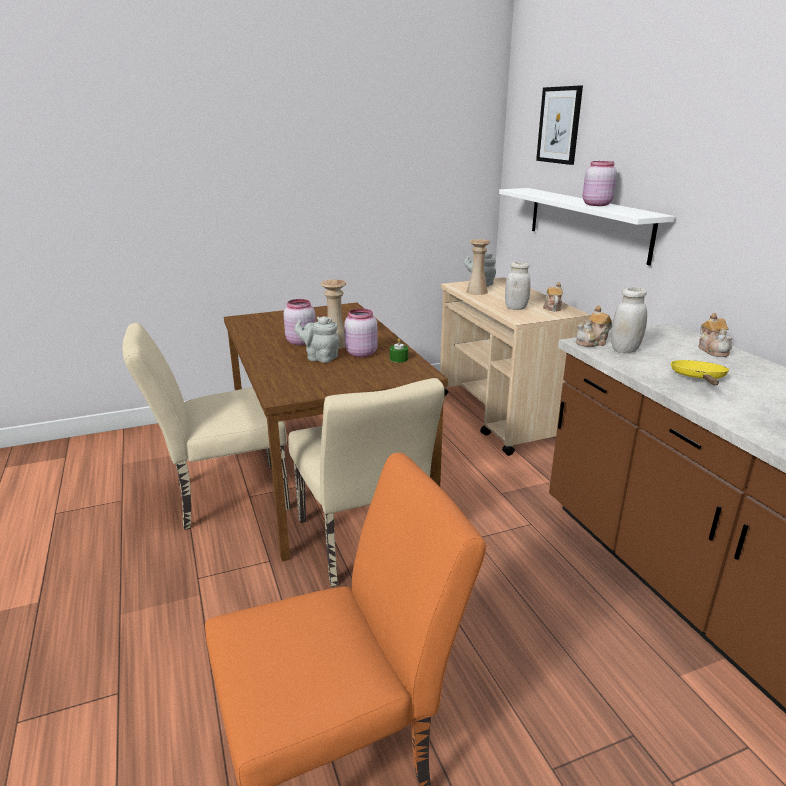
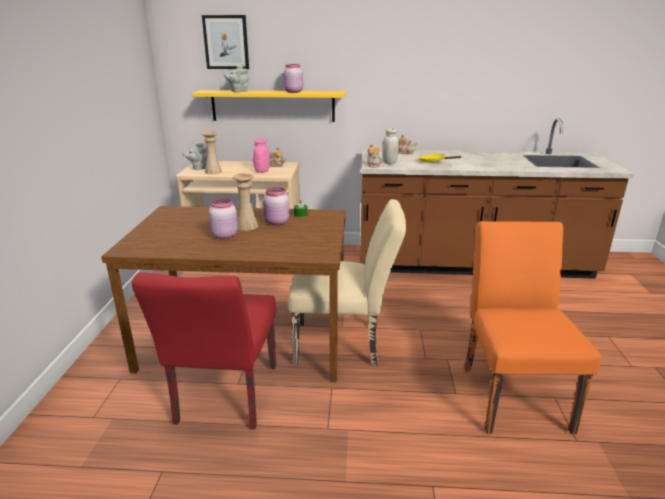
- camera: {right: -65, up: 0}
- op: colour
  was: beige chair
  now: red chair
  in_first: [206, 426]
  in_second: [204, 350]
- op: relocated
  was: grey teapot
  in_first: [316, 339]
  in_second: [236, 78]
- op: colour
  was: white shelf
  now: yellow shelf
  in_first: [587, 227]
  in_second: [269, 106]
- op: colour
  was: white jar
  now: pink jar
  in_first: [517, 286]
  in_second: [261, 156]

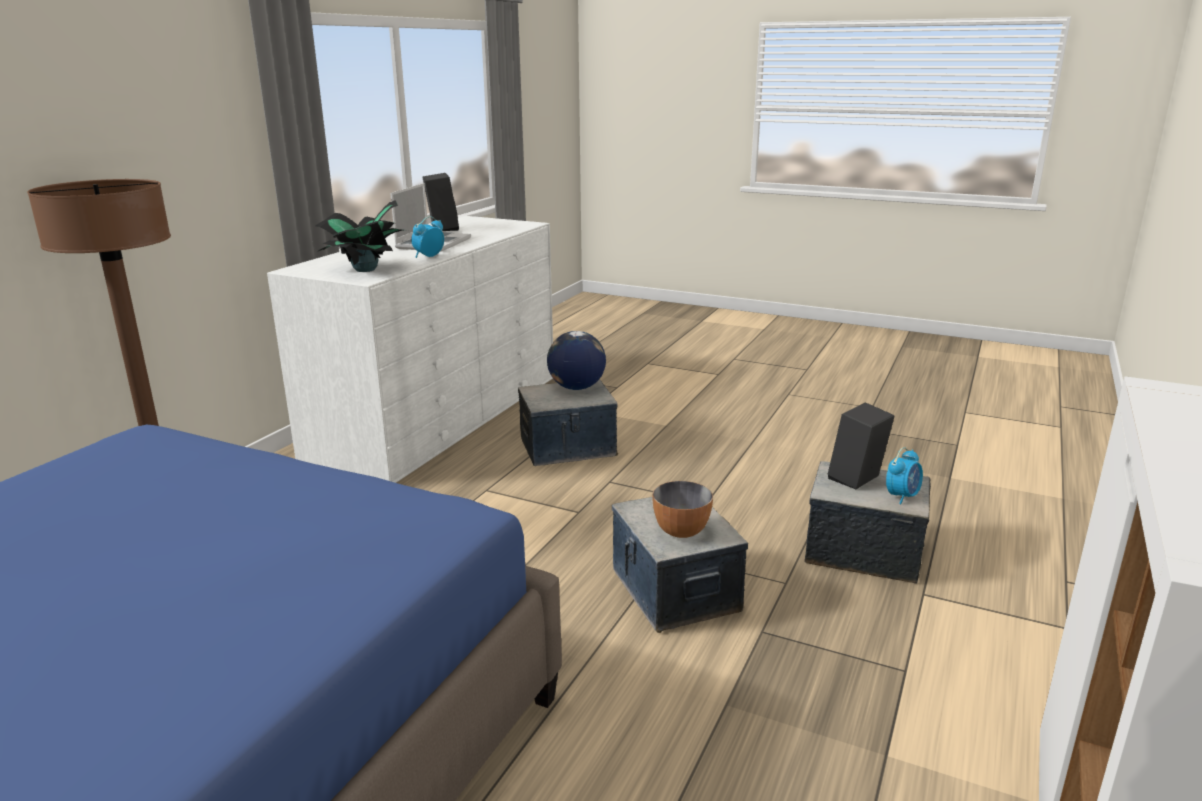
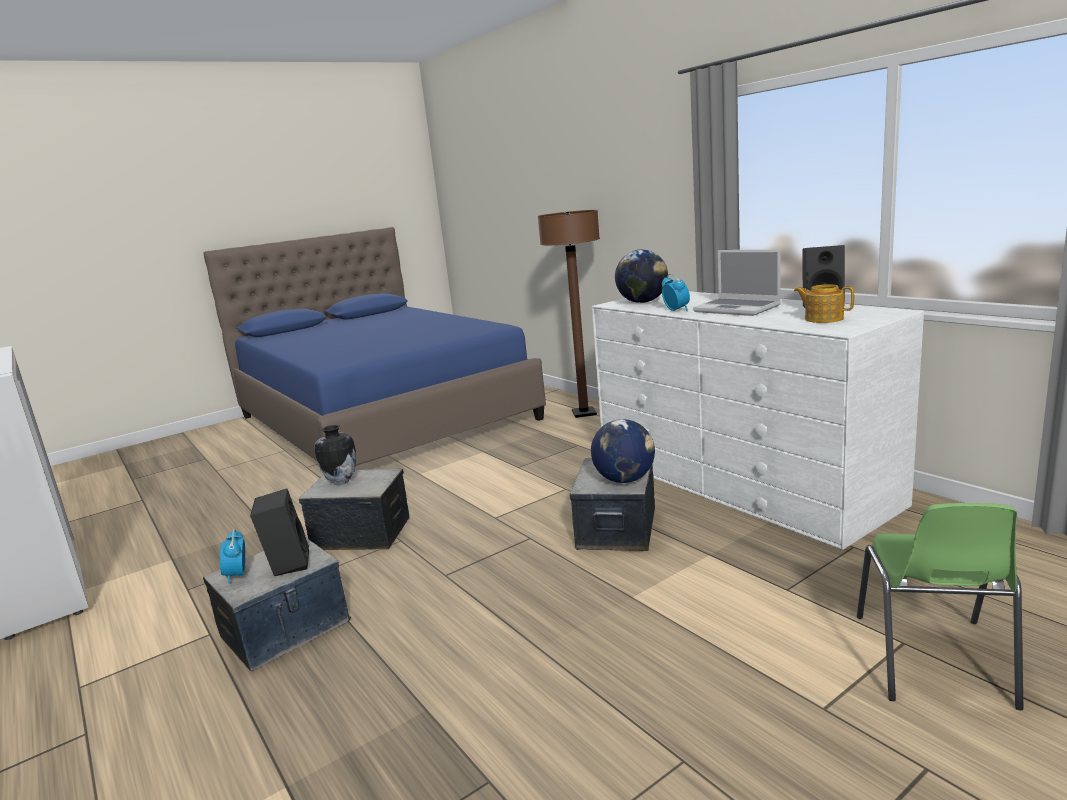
- camera: {right: 120, up: -5}
- op: exchanged
  was: potted plant
  now: globe
  in_first: [362, 236]
  in_second: [641, 276]
- op: exchanged
  was: bowl
  now: vase
  in_first: [682, 509]
  in_second: [335, 455]
- op: appeared
  now: teapot
  in_second: [824, 303]
- op: appeared
  now: green chair
  in_second: [940, 606]

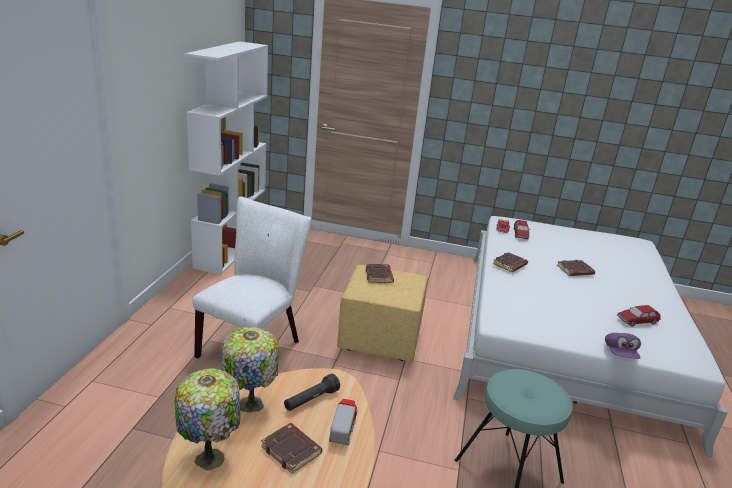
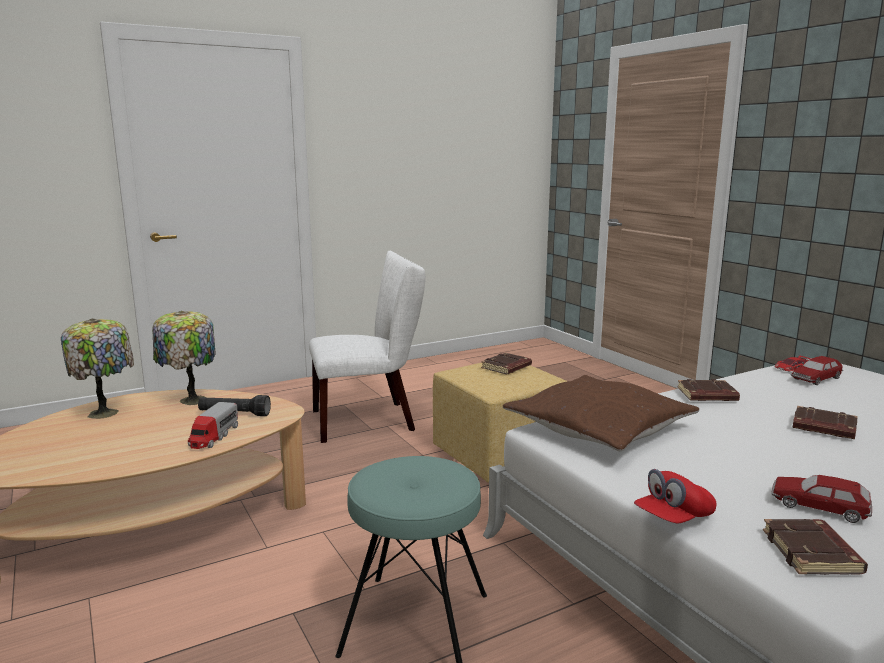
- camera: {right: 50, up: -10}
- op: missing
  was: white bookcase
  in_first: [226, 158]
- op: relocated
  was: brown book
  in_first: [291, 448]
  in_second: [815, 547]
- op: spun
  was: toy truck
  in_first: [343, 422]
  in_second: [213, 425]
  clockwise: 135
- op: colour
  was: purple cap
  now: red cap
  in_first: [623, 346]
  in_second: [675, 496]
- op: appeared
  now: brown pillow
  in_second: [601, 413]

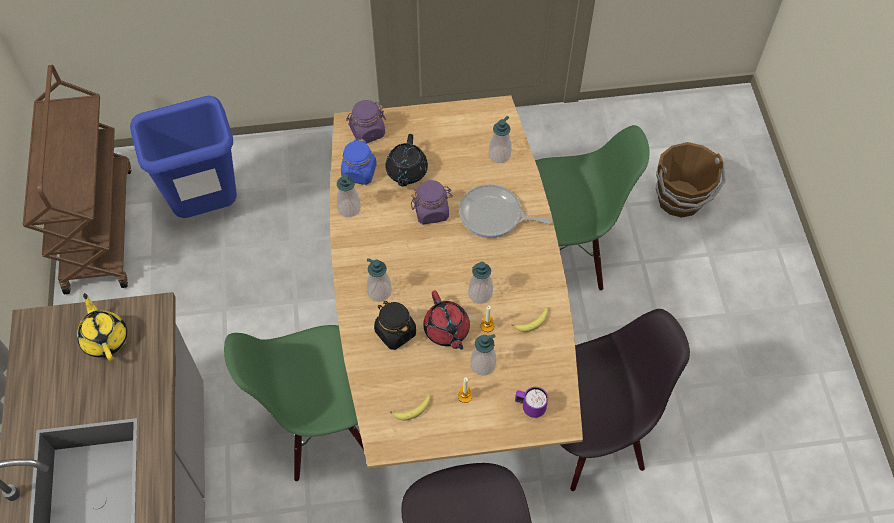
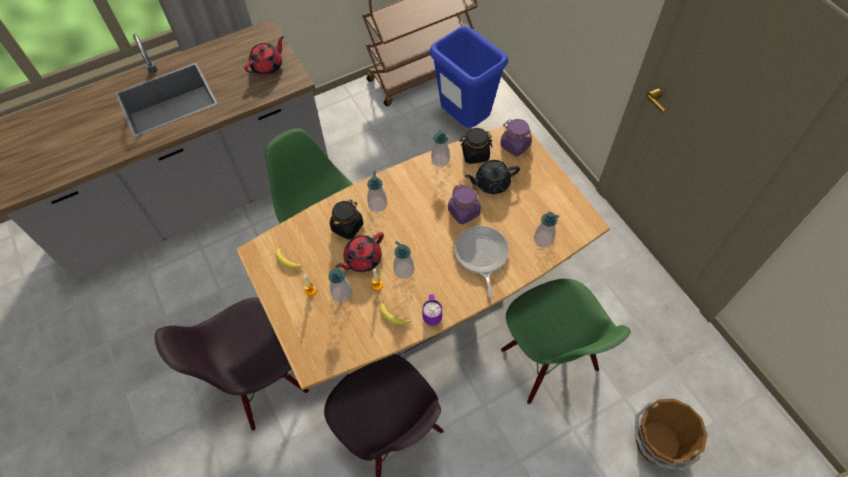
- camera: {right: 70, up: 0}
- op: colour
  was: yellow teapot
  now: red teapot
  in_first: [102, 327]
  in_second: [264, 55]
- op: colour
  was: blue jar
  now: black jar
  in_first: [359, 161]
  in_second: [476, 146]
- op: relocated
  was: purple mug
  in_first: [531, 402]
  in_second: [432, 309]

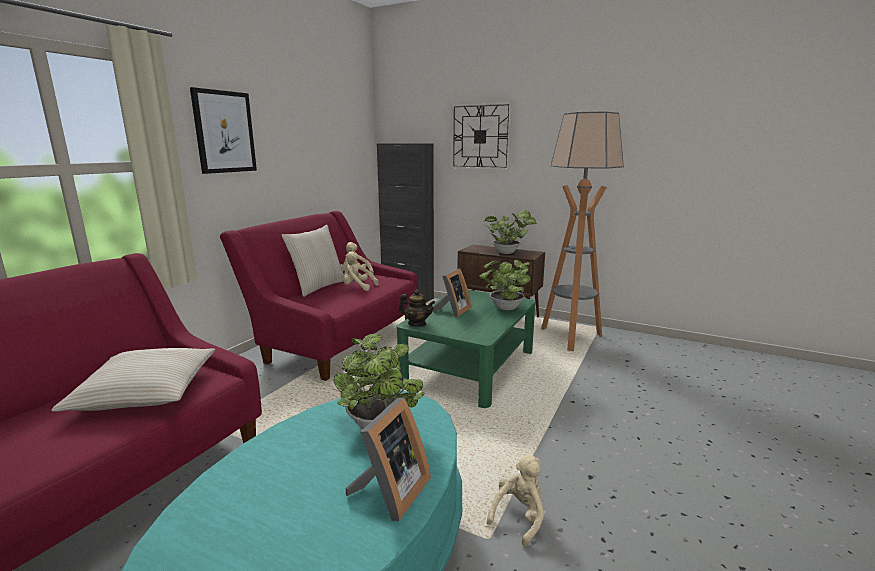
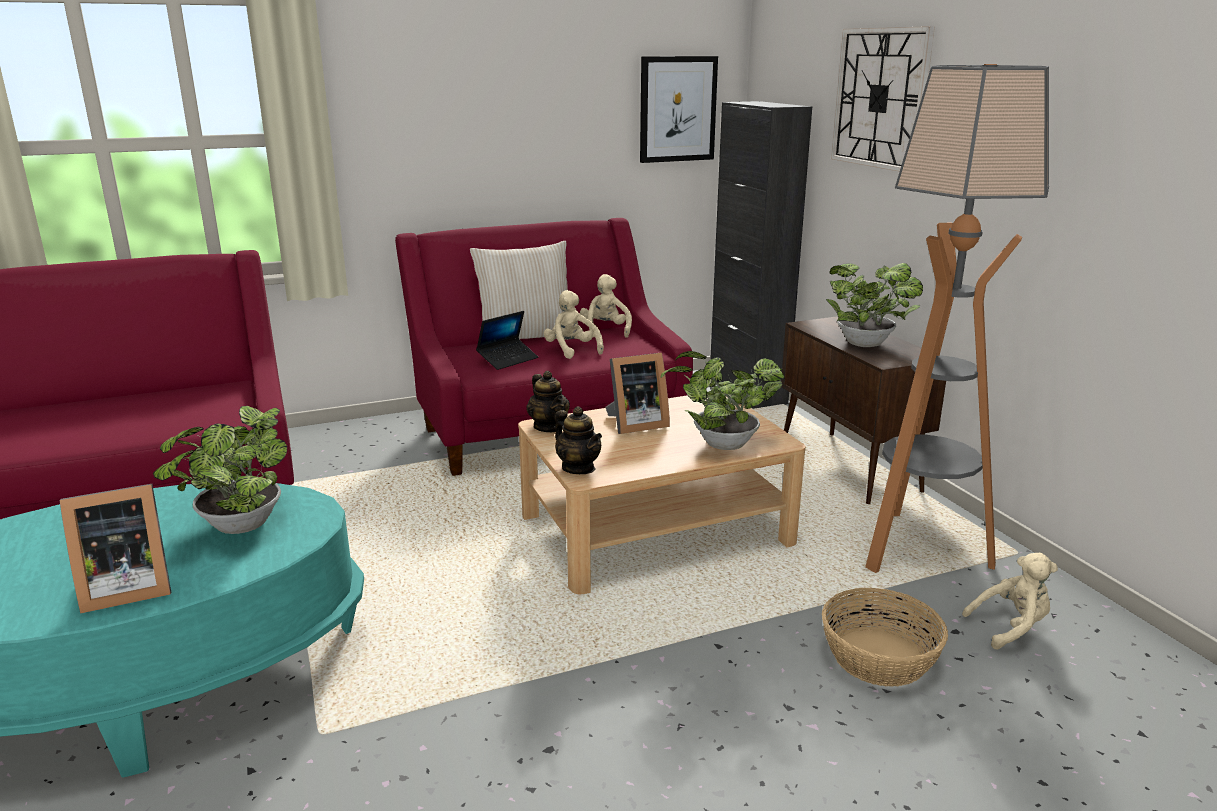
- camera: {right: 40, up: 5}
- op: missing
  was: beige pillow
  in_first: [133, 380]
- op: relocated
  was: picture
  in_first: [223, 130]
  in_second: [679, 109]
- op: colour
  was: green coffee table
  now: beige coffee table
  in_first: [466, 349]
  in_second: [662, 494]
- op: relocated
  was: beige plush toy
  in_first: [515, 500]
  in_second: [1010, 601]
- op: appeared
  now: laptop
  in_second: [507, 340]
- op: appeared
  now: teapot
  in_second: [578, 440]
- op: appeared
  now: basket
  in_second: [885, 637]

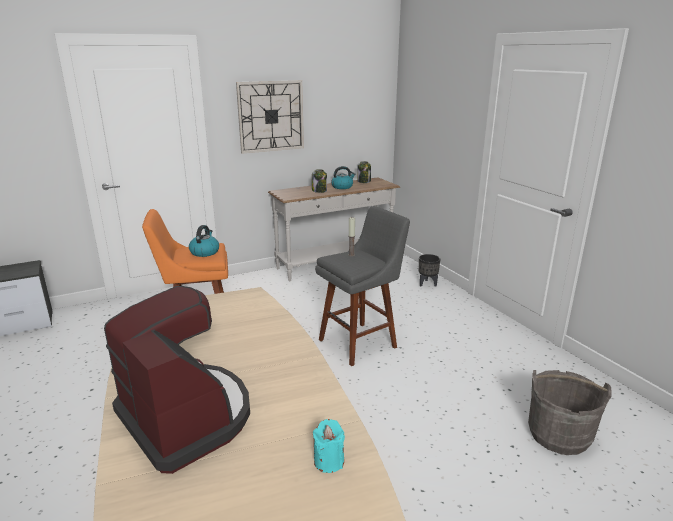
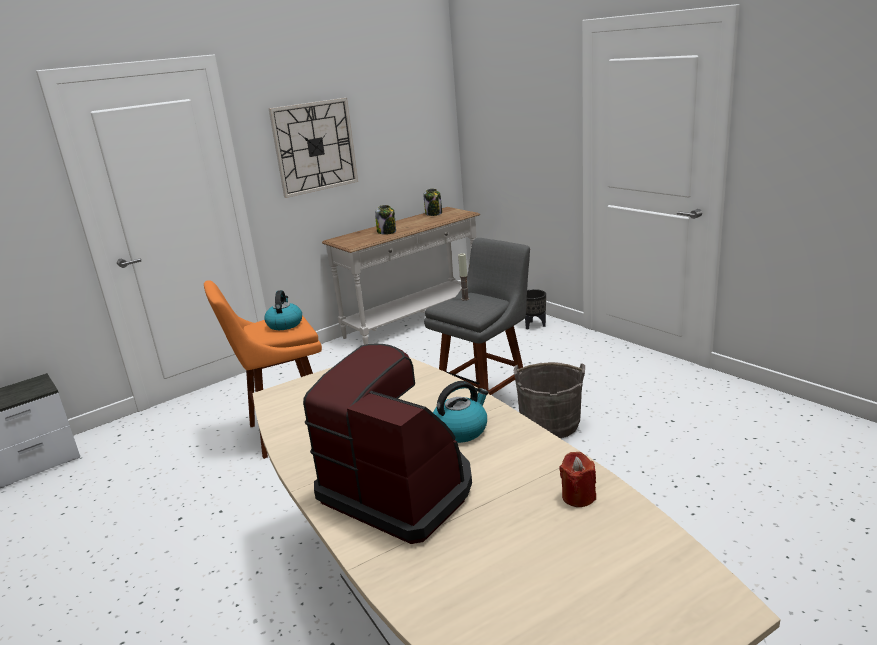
- camera: {right: -10, up: 0}
- op: colour
  was: turquoise candle
  now: red candle
  in_first: [329, 446]
  in_second: [577, 479]
- op: relocated
  was: kettle
  in_first: [343, 177]
  in_second: [460, 412]
- op: relocated
  was: grey bucket
  in_first: [570, 412]
  in_second: [549, 400]

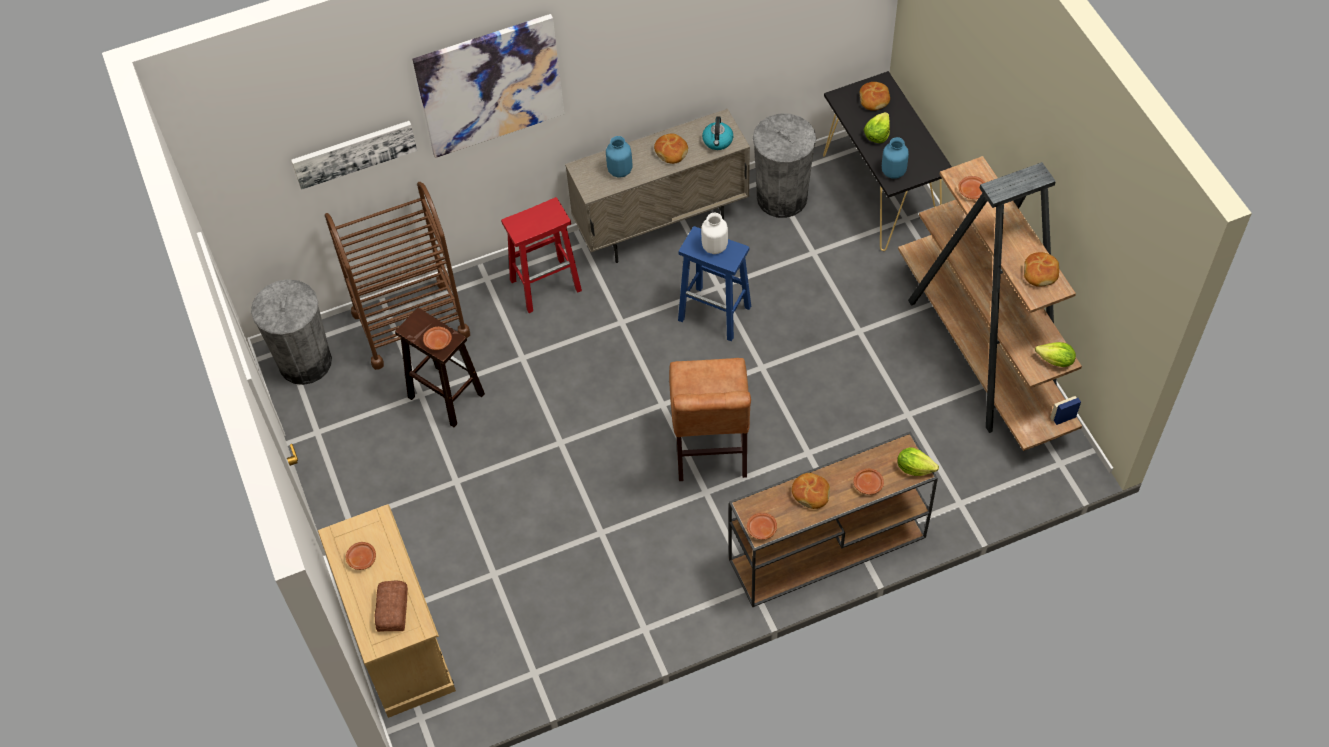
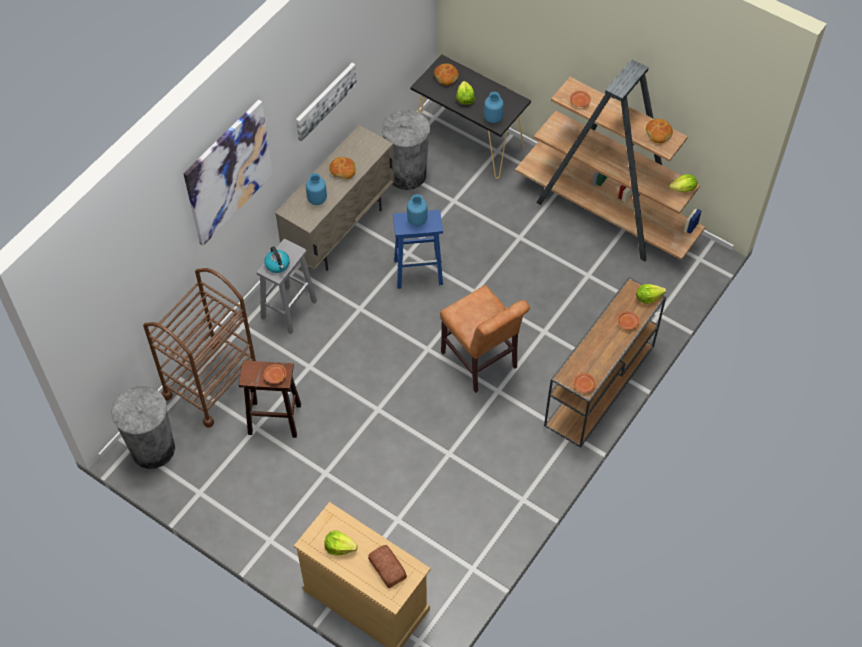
- camera: {right: -35, up: 0}
- op: relocated
  was: picture
  in_first: [354, 155]
  in_second: [326, 102]
- op: exchanged
  was: brown plate
  now: lettuce
  in_first: [361, 556]
  in_second: [341, 543]
- op: colour
  was: red stool
  now: grey stool
  in_first: [541, 255]
  in_second: [287, 286]
- op: colour
  was: white vase
  now: blue vase
  in_first: [714, 233]
  in_second: [417, 210]
- op: relocated
  was: kettle
  in_first: [717, 133]
  in_second: [277, 259]
- op: missing
  was: bread
  in_first: [811, 491]

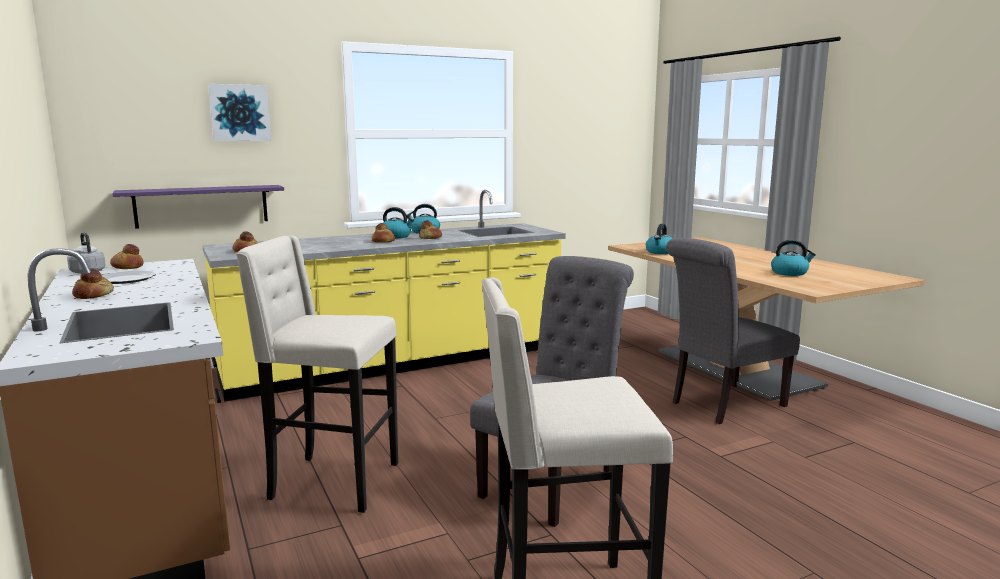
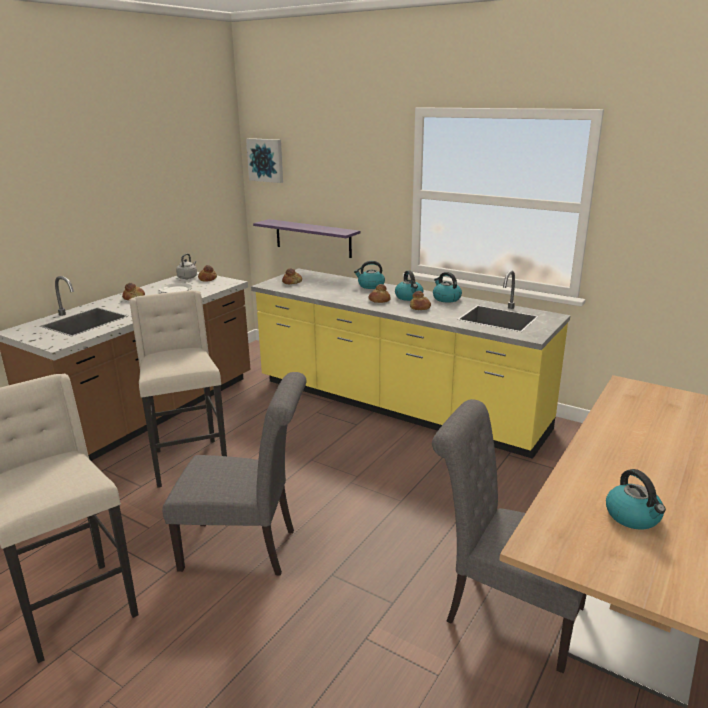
- camera: {right: 60, up: 10}
- op: relocated
  was: picture
  in_first: [239, 112]
  in_second: [264, 160]
- op: relocated
  was: kettle
  in_first: [659, 239]
  in_second: [369, 275]

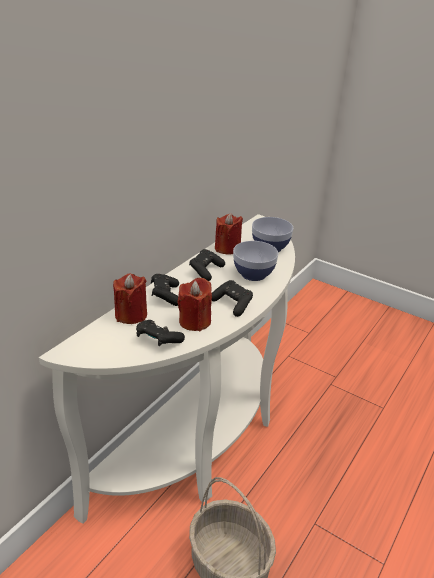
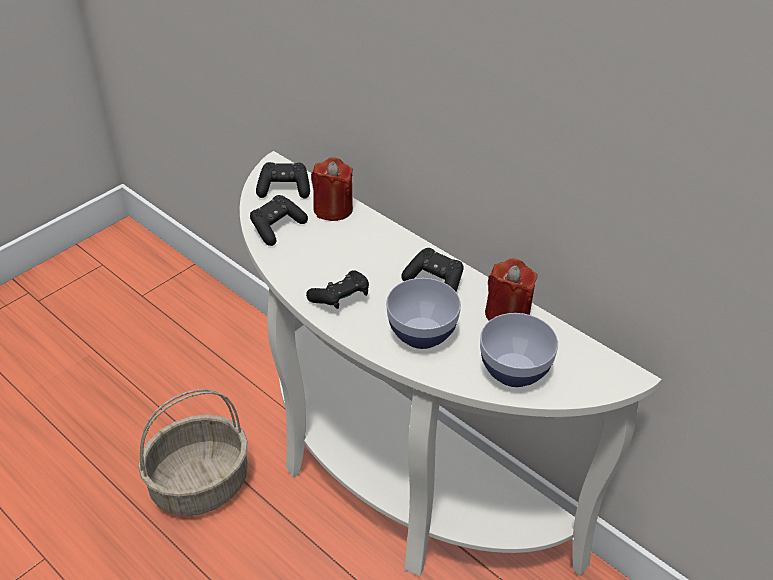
- camera: {right: 100, up: 10}
- op: relocated
  was: black game controller
  in_first: [165, 290]
  in_second: [283, 180]
- op: missing
  was: red candle
  in_first: [194, 304]

